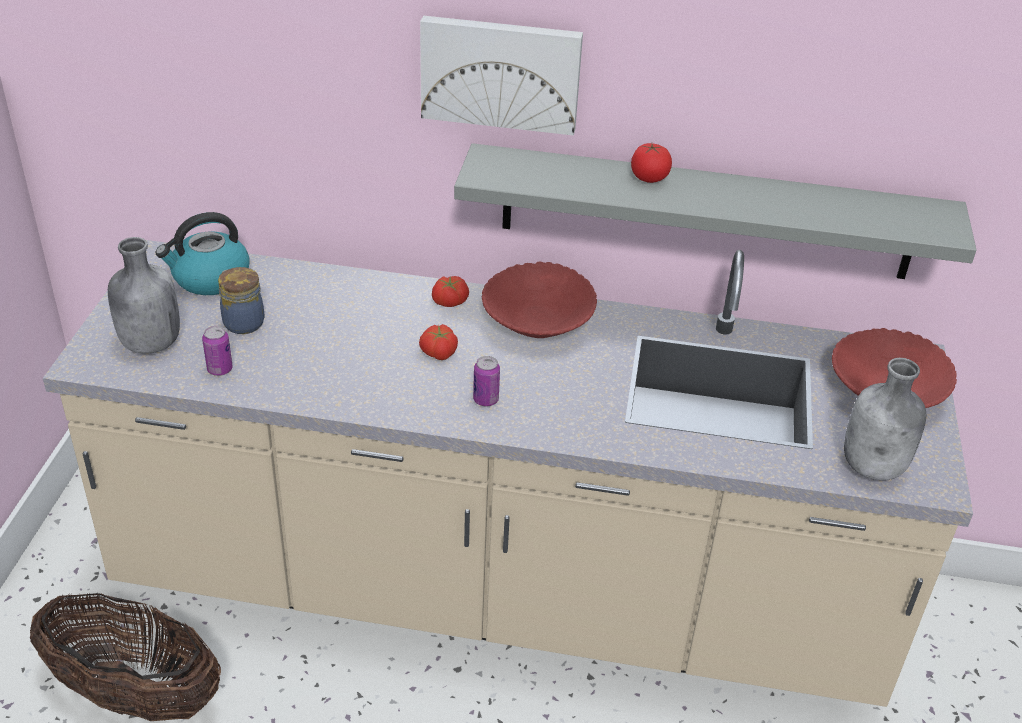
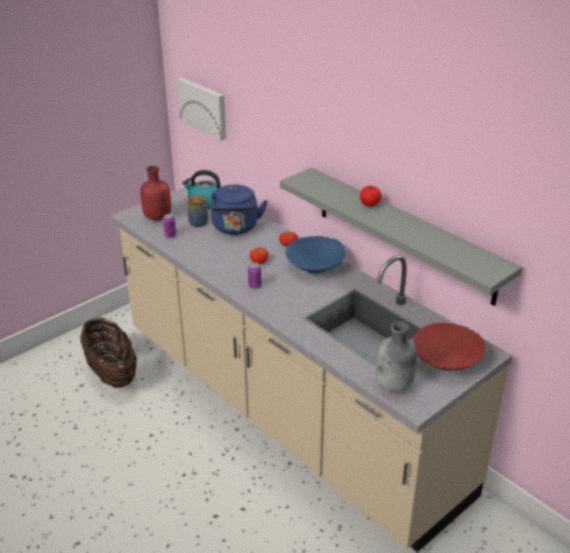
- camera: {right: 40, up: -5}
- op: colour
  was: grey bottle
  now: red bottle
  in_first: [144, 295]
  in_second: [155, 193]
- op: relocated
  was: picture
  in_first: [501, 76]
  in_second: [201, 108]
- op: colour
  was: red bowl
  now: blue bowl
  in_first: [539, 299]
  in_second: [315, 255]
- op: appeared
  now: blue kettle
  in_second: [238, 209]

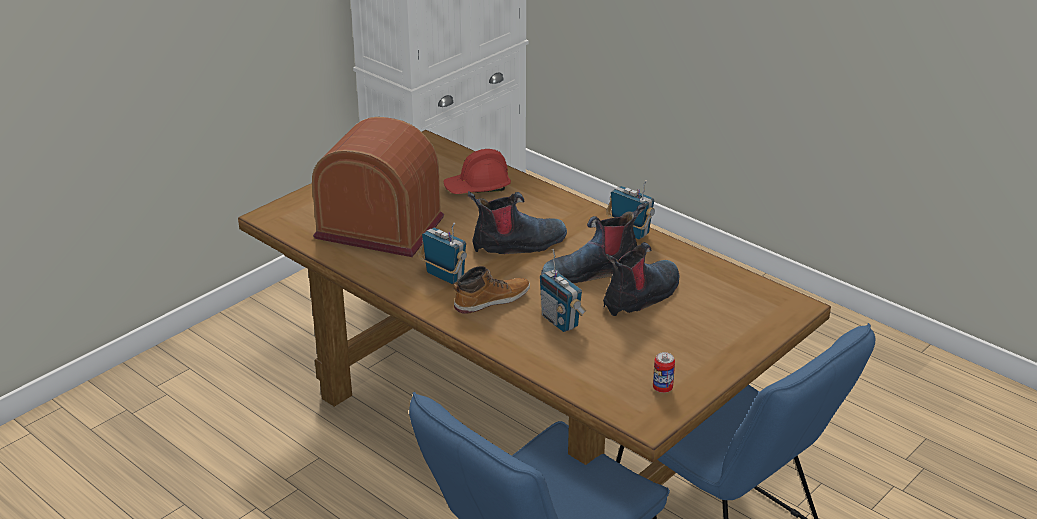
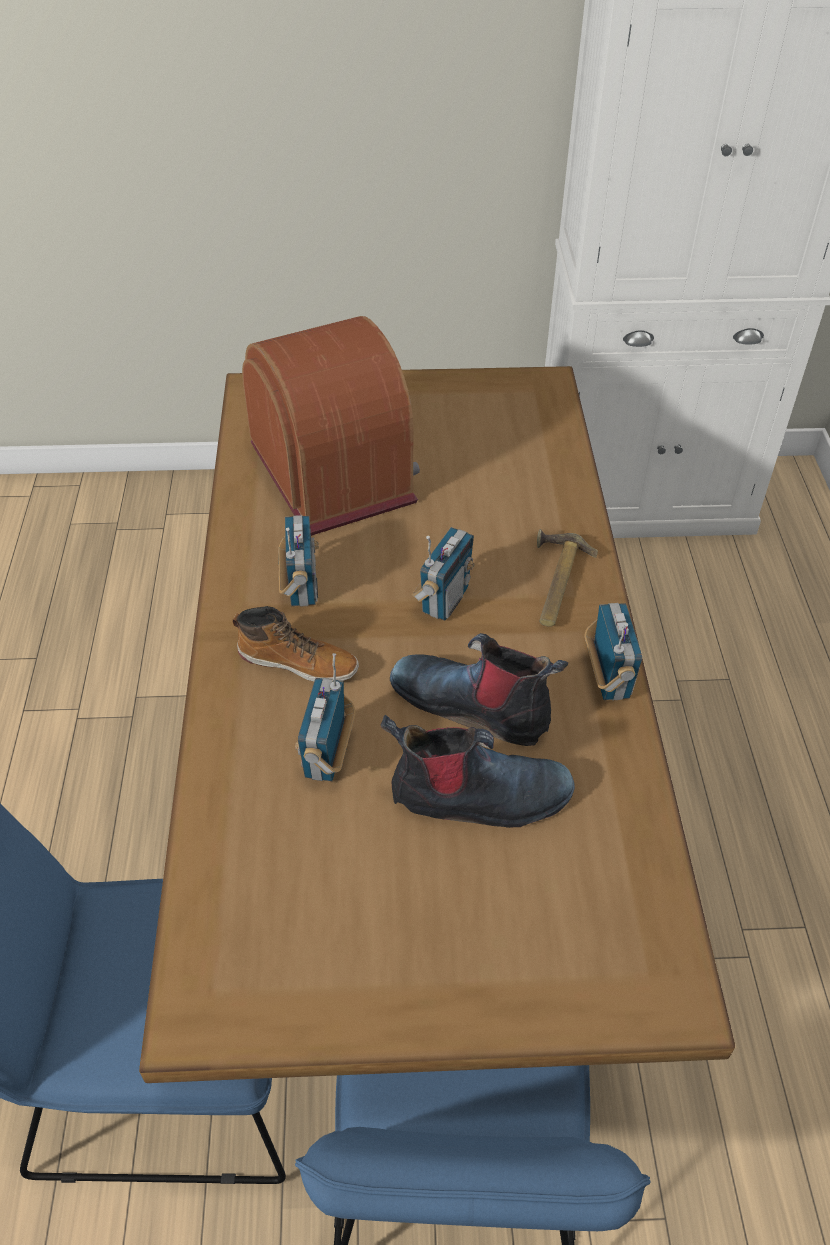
- camera: {right: 45, up: 15}
- op: missing
  was: red hard hat
  in_first: [477, 171]
- op: exchanged
  was: boot
  now: radio
  in_first: [517, 222]
  in_second: [443, 574]
- op: missing
  was: can
  in_first: [664, 372]
- op: appeared
  now: hammer
  in_second: [567, 577]

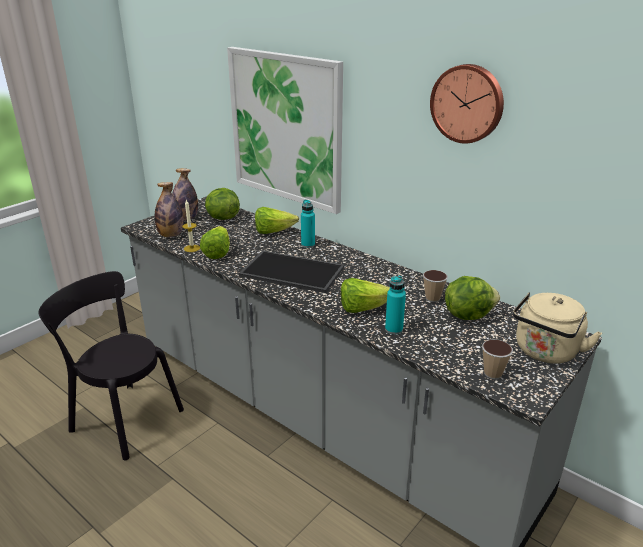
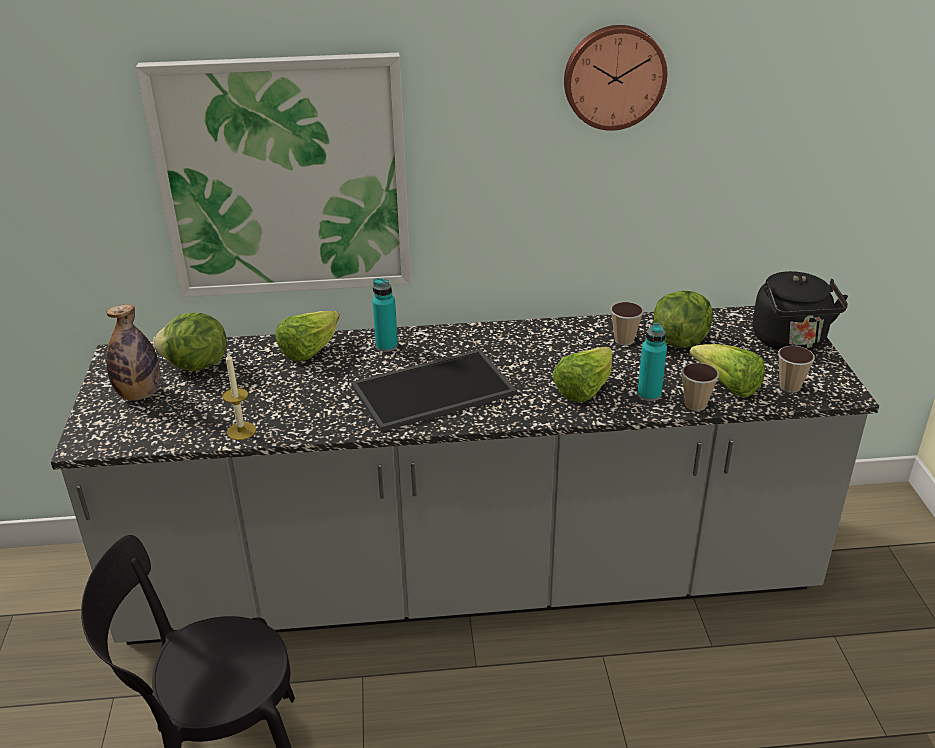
- camera: {right: -45, up: 5}
- op: missing
  was: bottle
  in_first: [169, 209]
- op: relocated
  was: lettuce
  in_first: [215, 242]
  in_second: [727, 371]
- op: colour
  was: beige kettle
  now: black kettle
  in_first: [557, 328]
  in_second: [800, 311]
- op: appeared
  now: cup
  in_second: [700, 387]

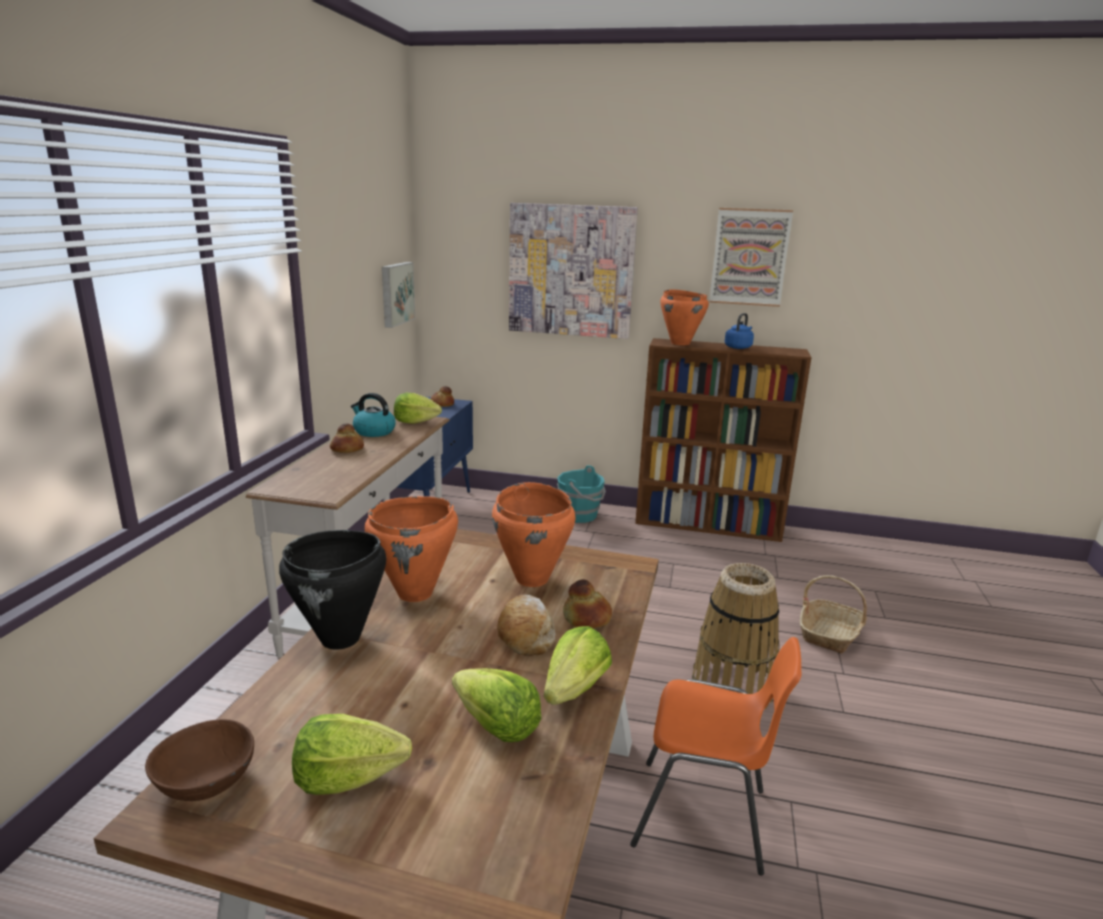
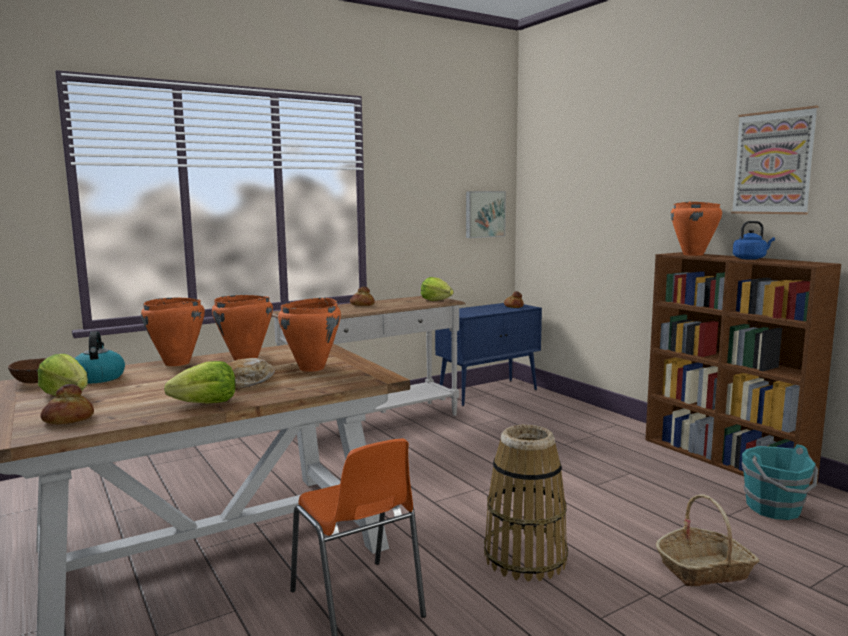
- camera: {right: 45, up: -10}
- op: colour
  was: black cooking pot
  now: orange cooking pot
  in_first: [332, 590]
  in_second: [173, 332]
- op: relocated
  was: kettle
  in_first: [373, 415]
  in_second: [99, 357]
- op: missing
  was: lettuce
  in_first: [497, 705]
- op: missing
  was: picture
  in_first: [573, 271]
- op: relocated
  was: turquoise bucket
  in_first: [581, 494]
  in_second: [780, 482]
- op: relocated
  was: bread
  in_first: [587, 603]
  in_second: [67, 404]

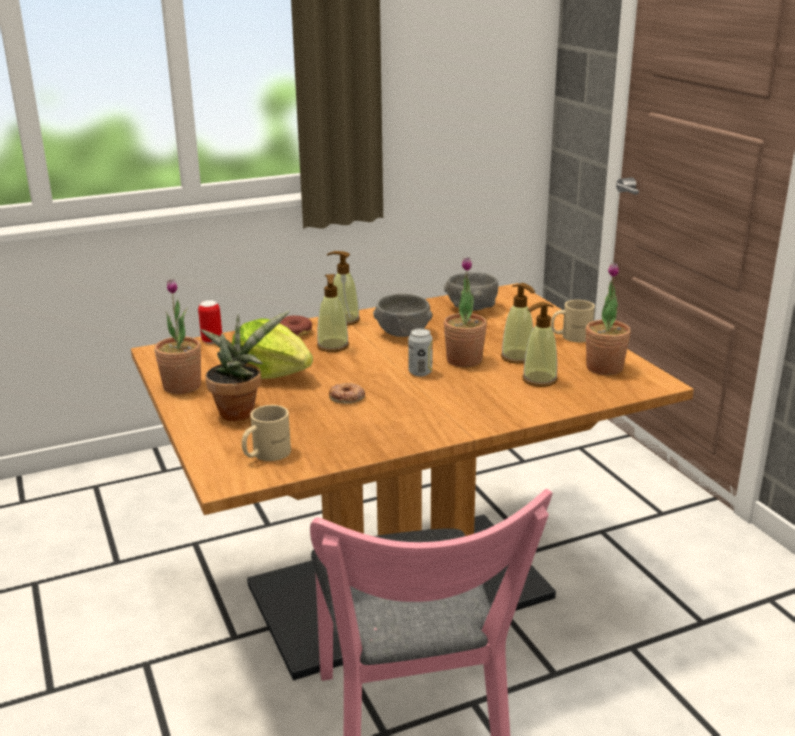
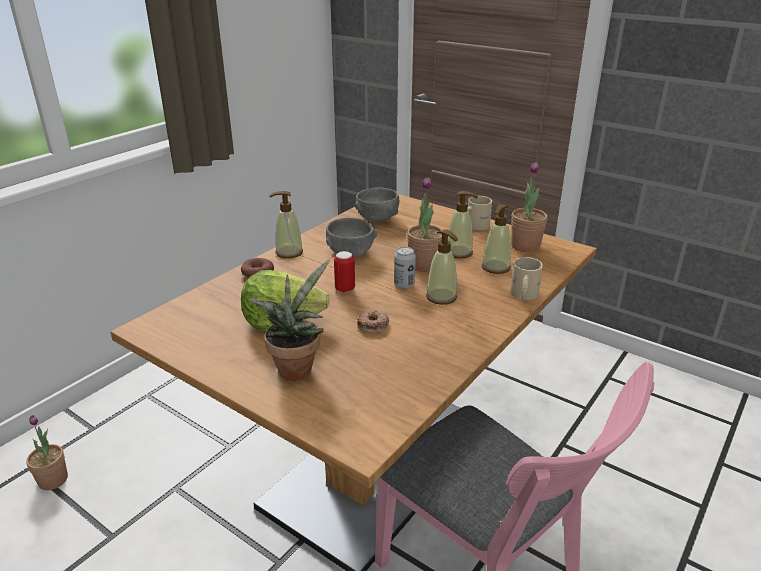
- camera: {right: -30, up: 5}
- op: relocated
  was: potted plant
  in_first: [177, 336]
  in_second: [47, 452]
- op: relocated
  was: can
  in_first: [210, 322]
  in_second: [344, 272]
- op: relocated
  was: beige mug
  in_first: [266, 433]
  in_second: [526, 278]
- op: relocated
  was: soap dispenser
  in_first: [333, 313]
  in_second: [442, 267]

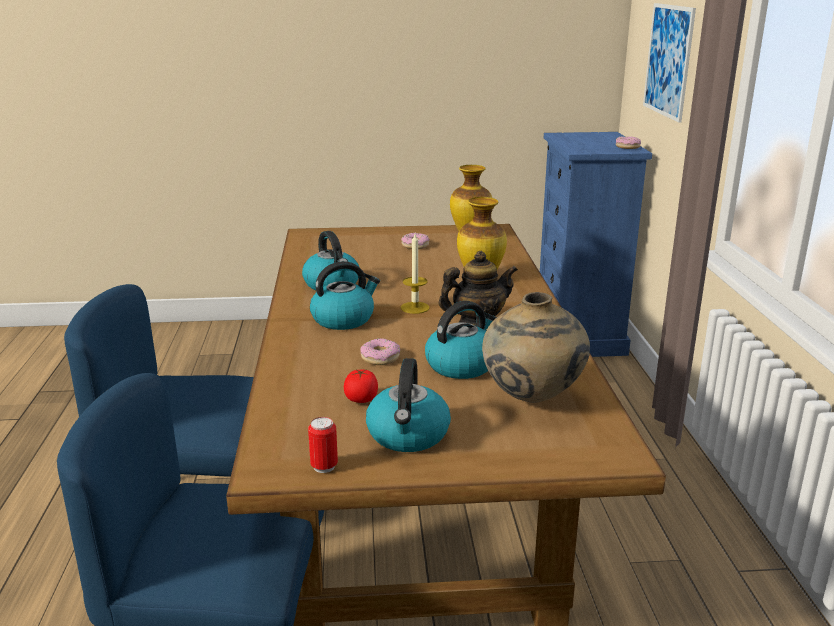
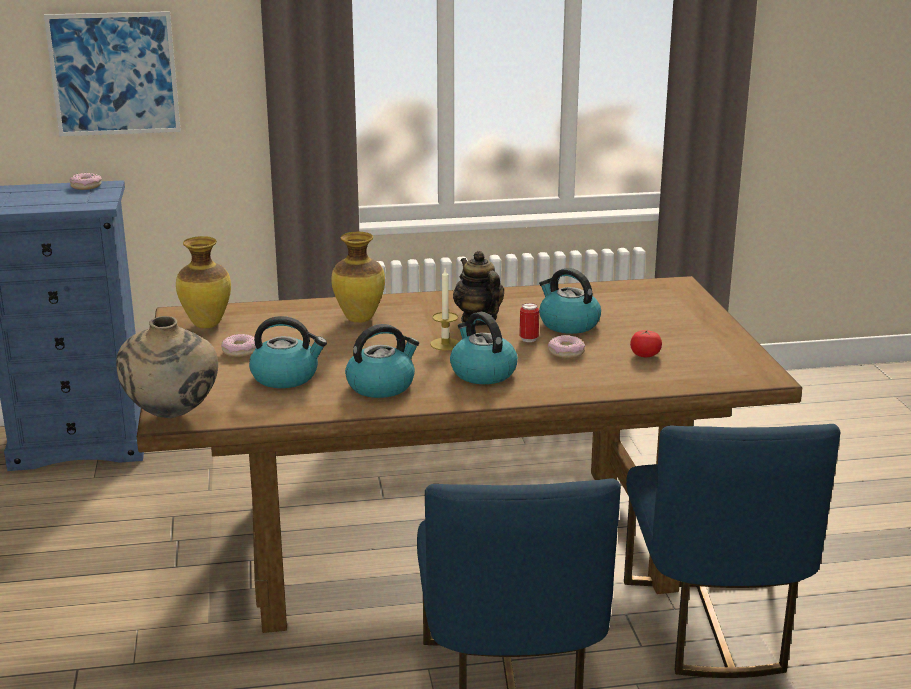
- camera: {right: -95, up: 0}
- op: relocated
  was: can
  in_first: [323, 445]
  in_second: [529, 322]
- op: relocated
  was: kettle
  in_first: [408, 405]
  in_second: [288, 352]
- op: relocated
  was: beige vase
  in_first: [536, 347]
  in_second: [167, 367]

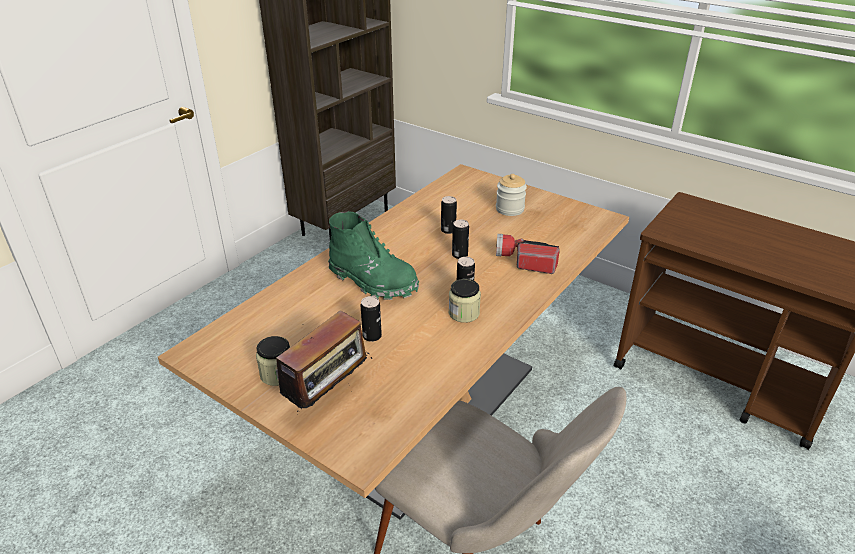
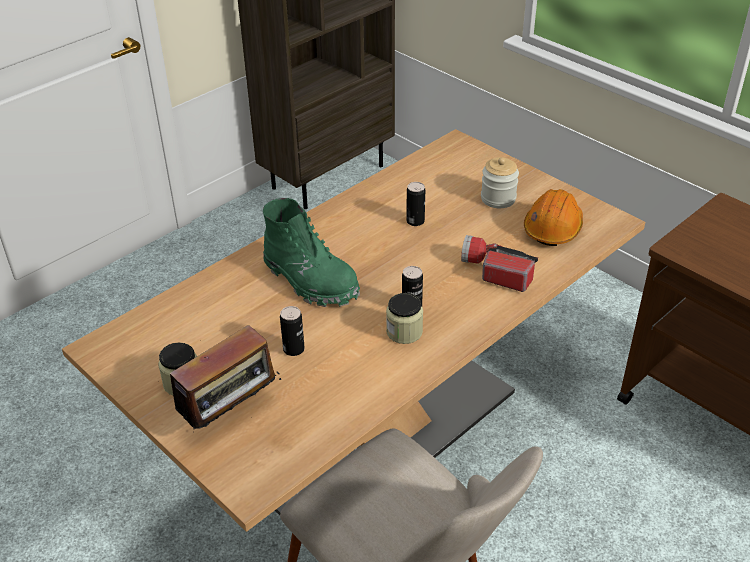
- camera: {right: 10, up: 5}
- op: missing
  was: can
  in_first: [460, 239]
- op: appeared
  now: orange hard hat
  in_second: [553, 217]

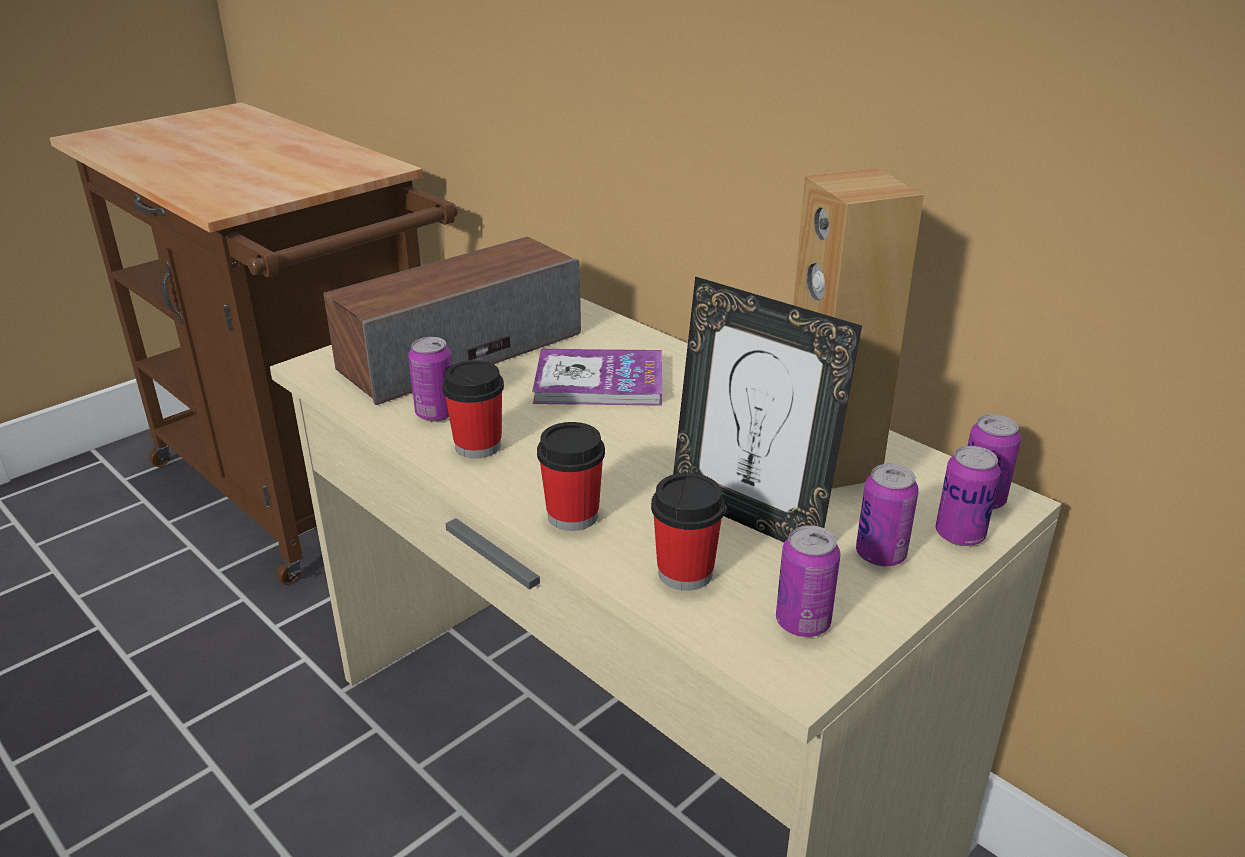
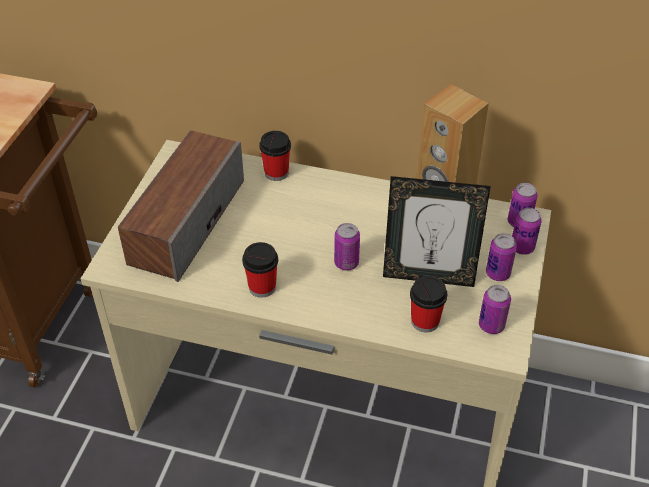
- camera: {right: -30, up: 15}
- op: relocated
  was: can
  in_first: [430, 379]
  in_second: [347, 247]
- op: missing
  was: book
  in_first: [597, 377]
- op: relocated
  was: cup
  in_first: [571, 476]
  in_second: [275, 156]

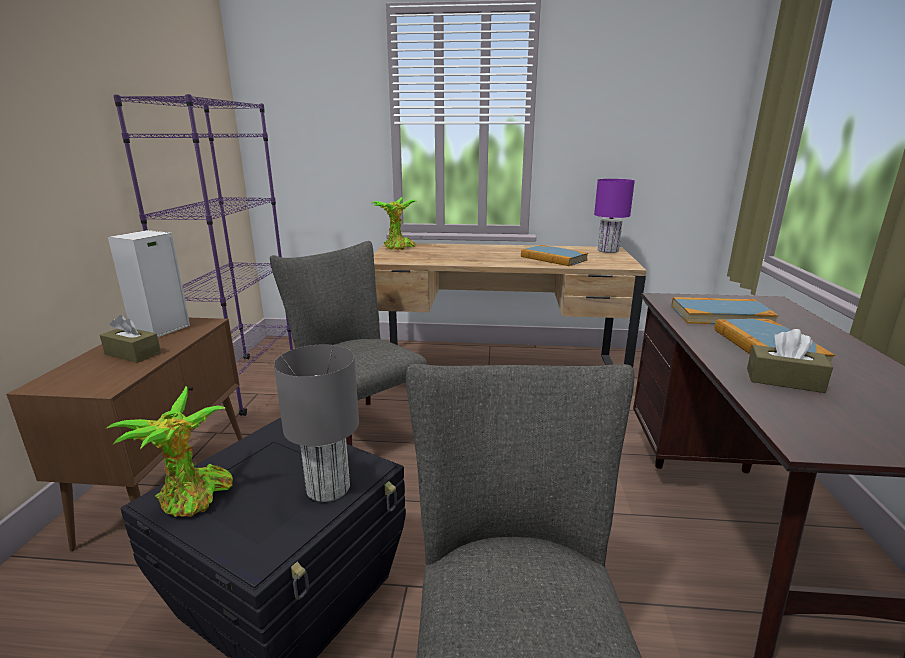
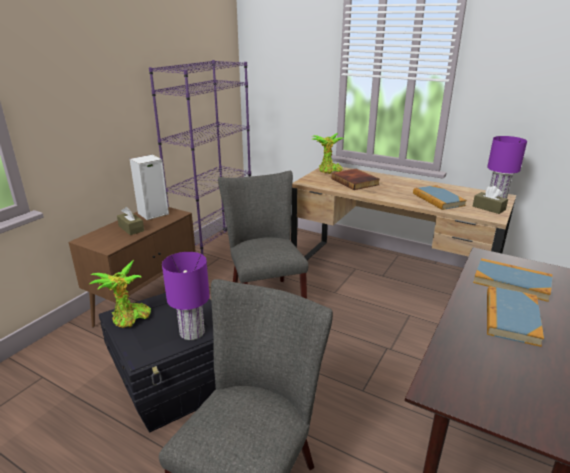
- camera: {right: 25, up: 5}
- op: colour
  was: grey table lamp
  now: purple table lamp
  in_first: [316, 423]
  in_second: [186, 296]
- op: relocated
  was: brown tissue box
  in_first: [790, 361]
  in_second: [490, 200]
- op: appeared
  now: book
  in_second: [355, 179]

